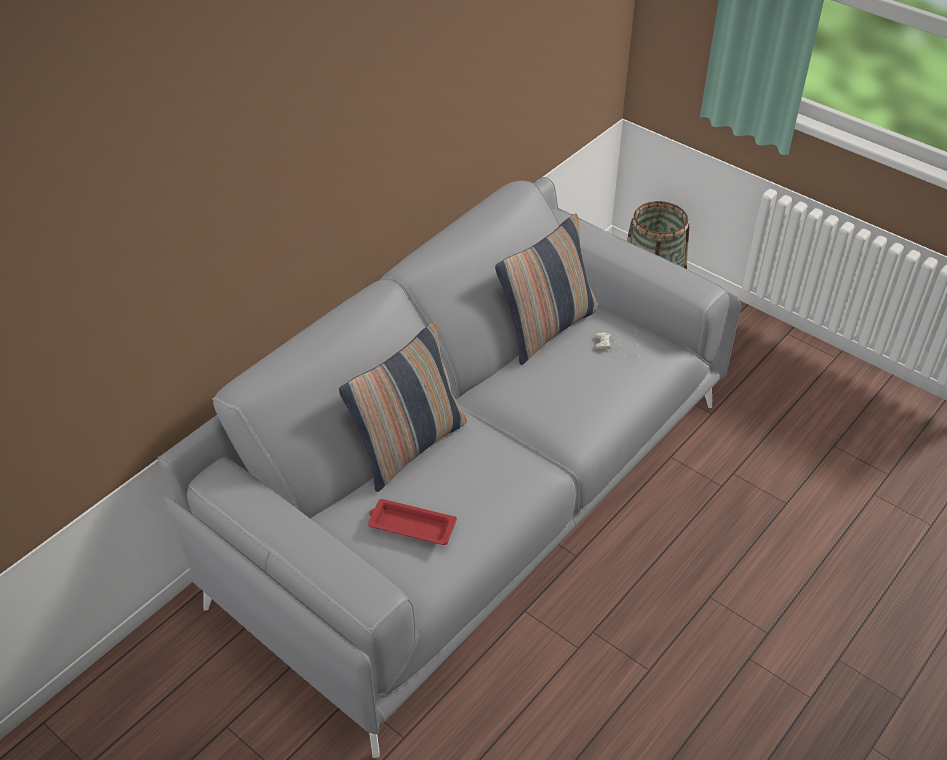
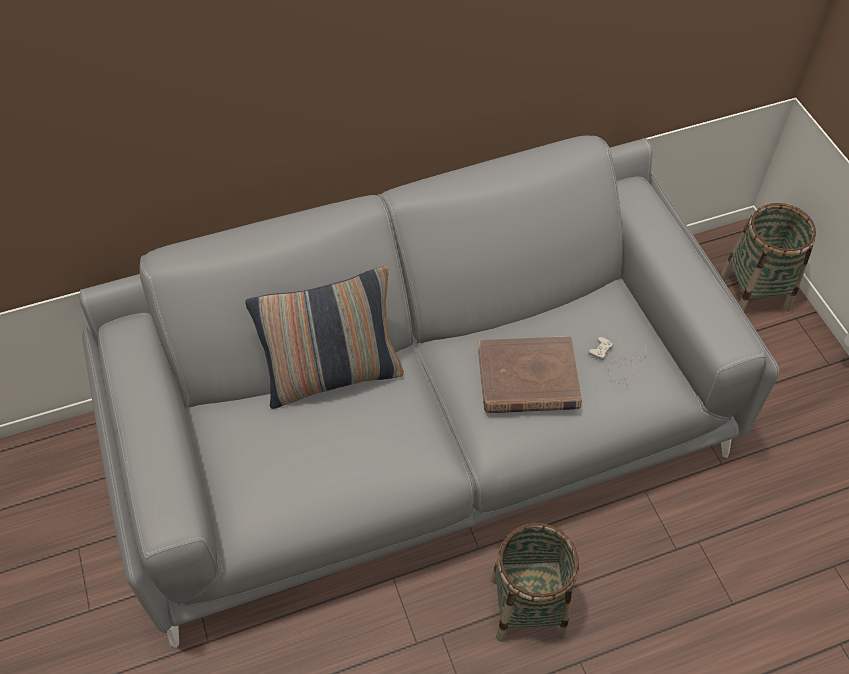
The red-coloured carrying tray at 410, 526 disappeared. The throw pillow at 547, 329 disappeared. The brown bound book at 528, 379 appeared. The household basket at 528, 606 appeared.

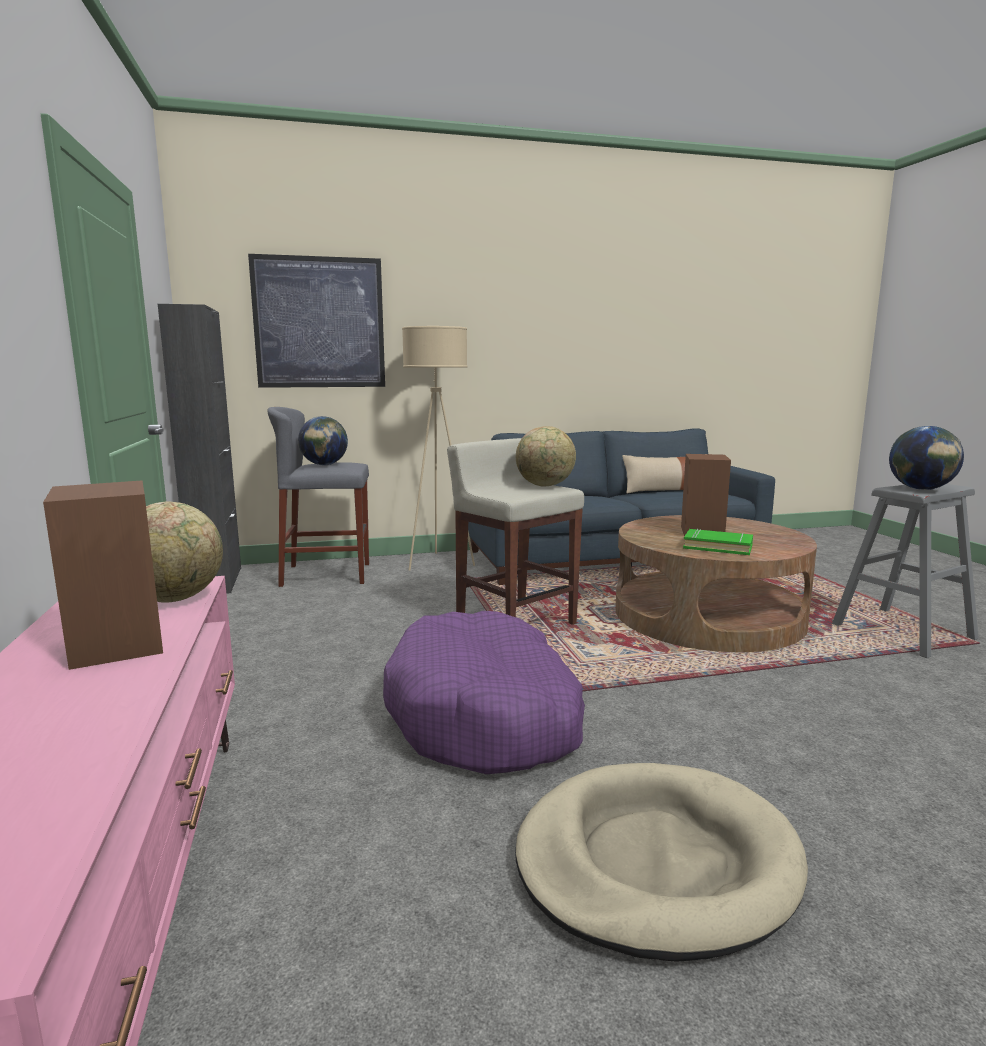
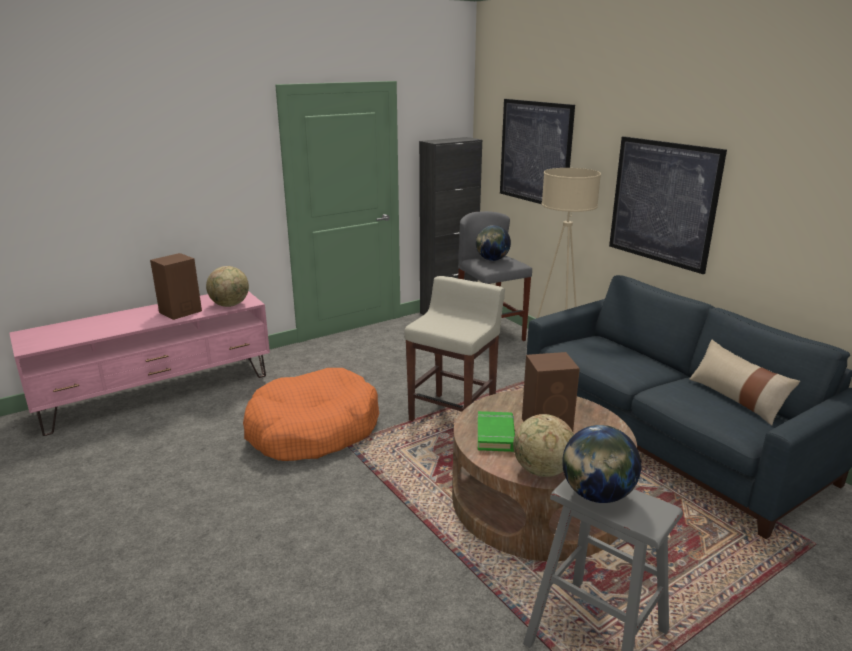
The purplish dog cushion at 485, 716 became the orange-coloured dog cushion at 313, 430. The sand-coloured dog cushion at 655, 862 disappeared. The globe moved from 545, 486 to 542, 471. The picture at 663, 202 appeared.

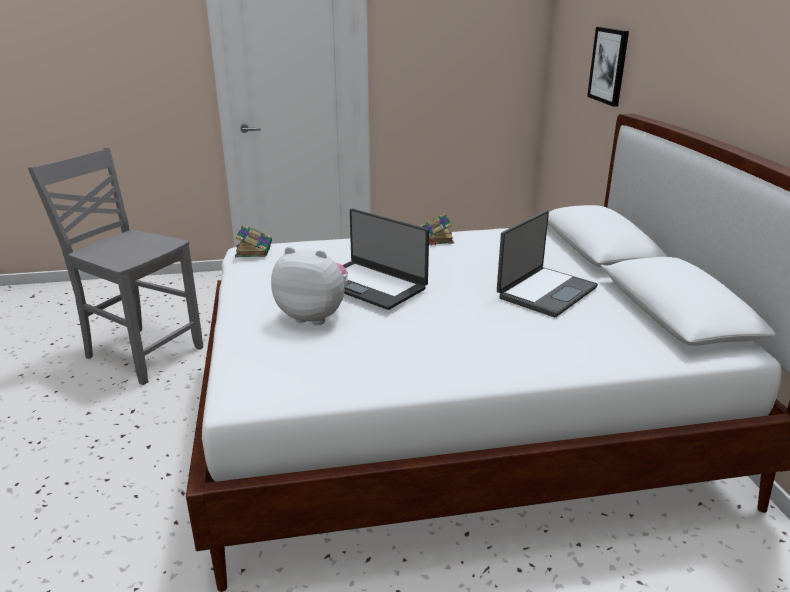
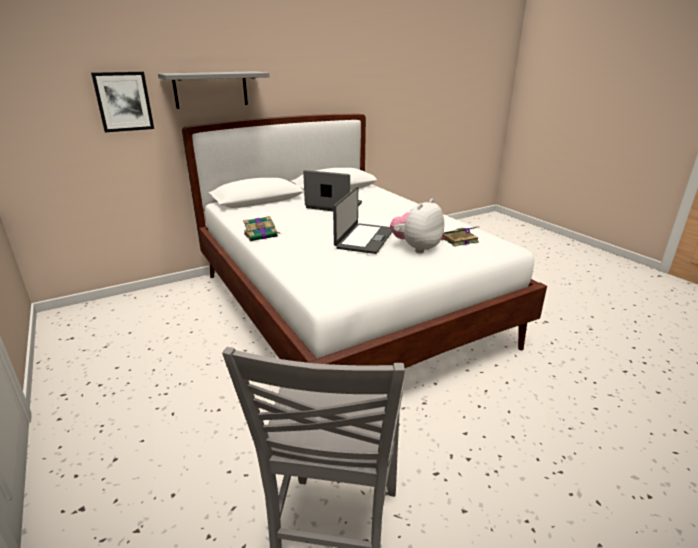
The bound book moved from 254, 249 to 458, 240. The plush toy at 314, 316 turned 45 degrees clockwise. The greyish shelf at 211, 89 appeared.

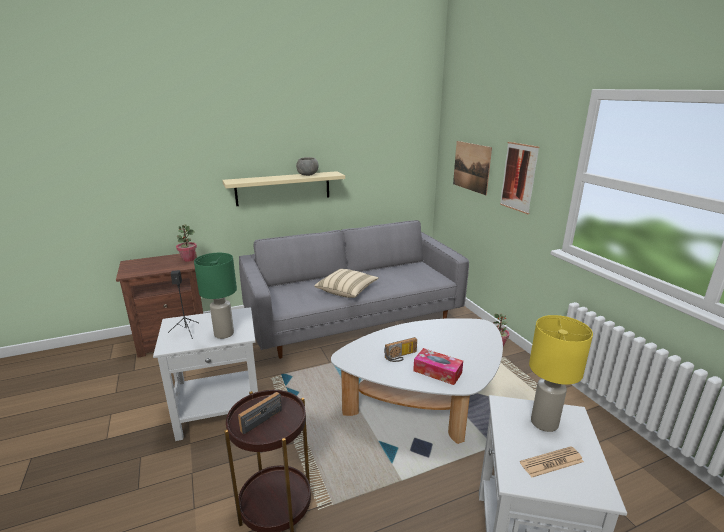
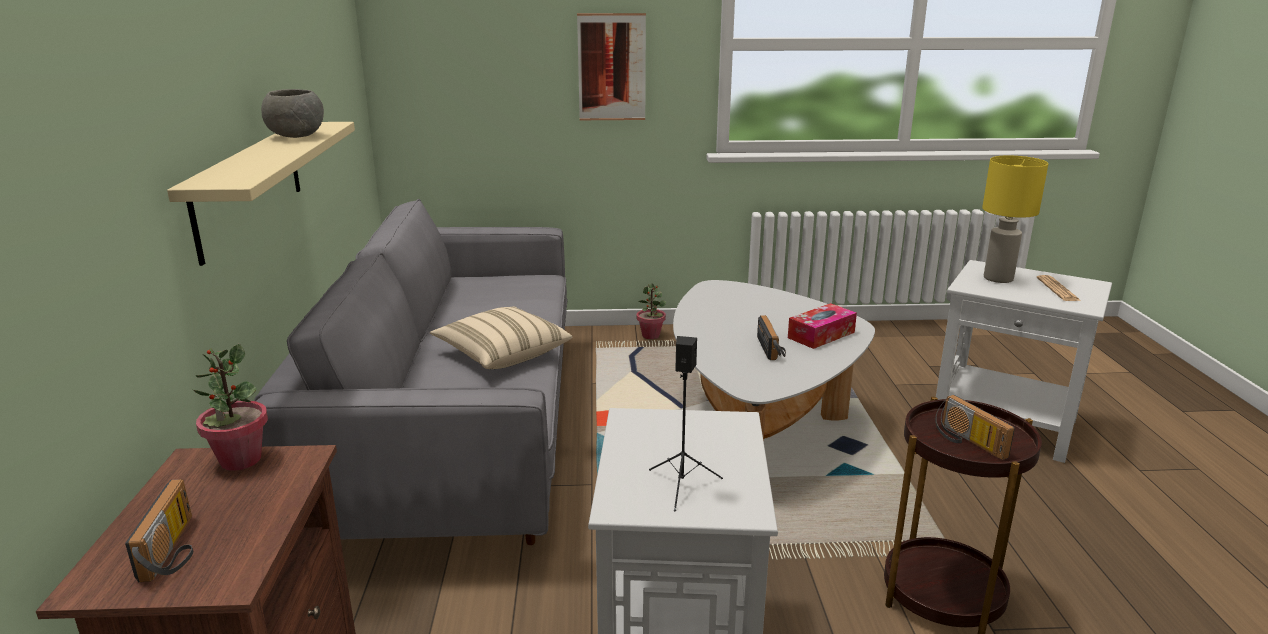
The green tabletop lamp at 224, 333 disappeared. The picture at 471, 167 disappeared. The radio at 175, 549 appeared.

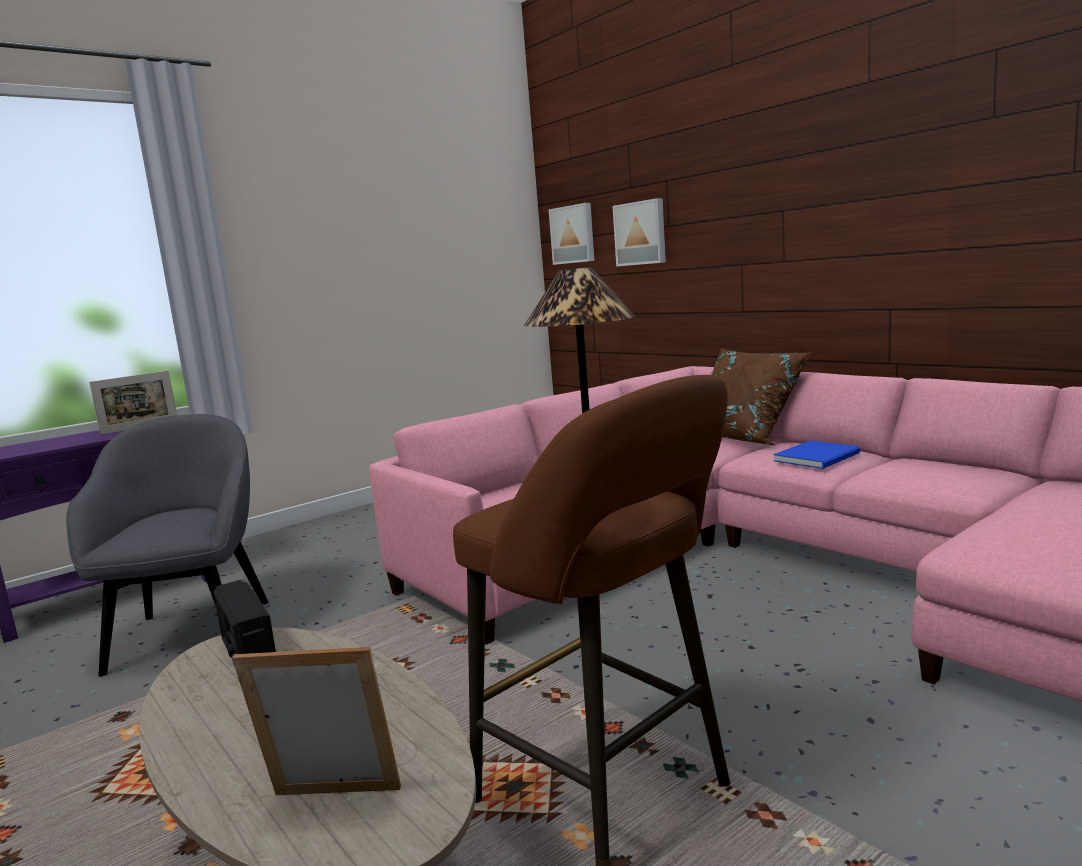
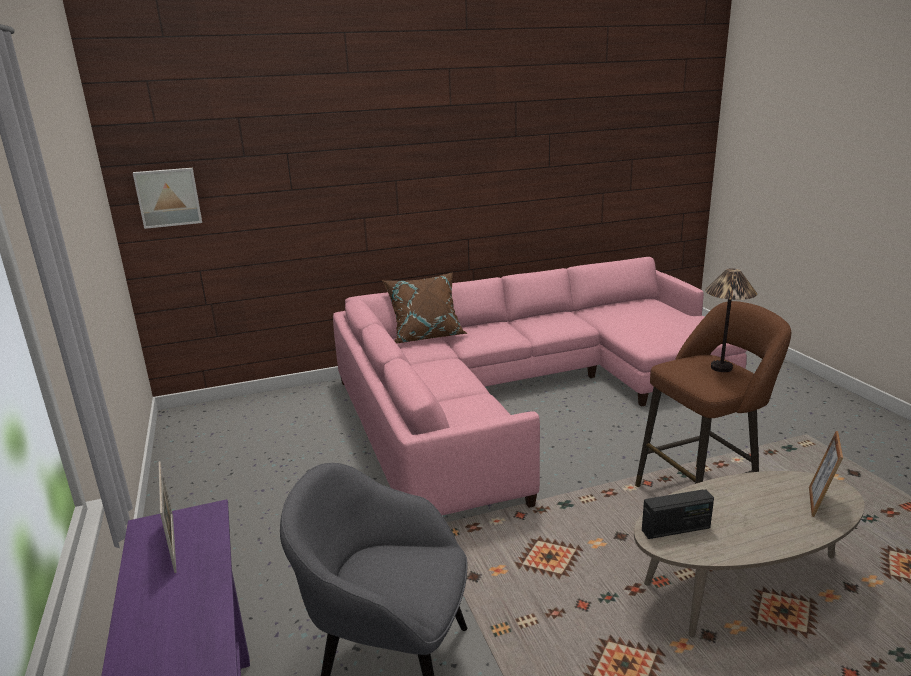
The picture at 641, 233 disappeared. The bluish bound book at 819, 457 disappeared.

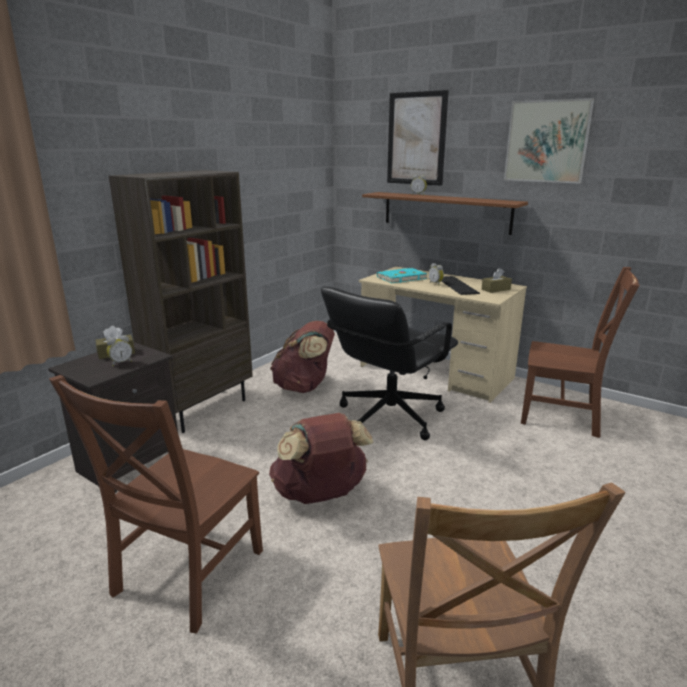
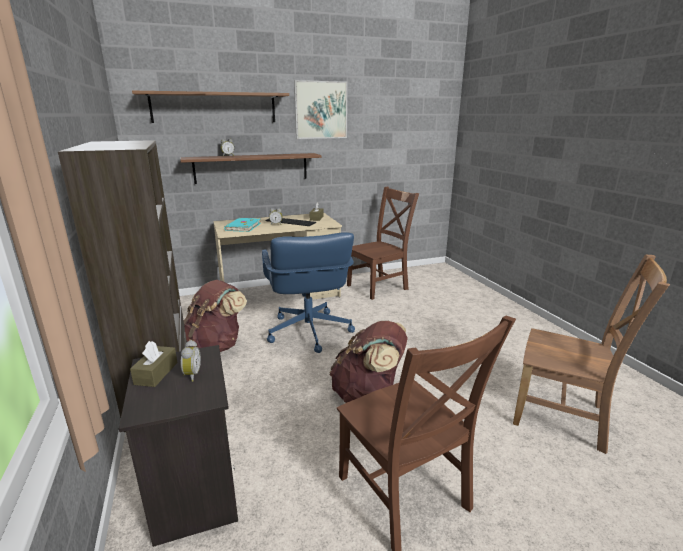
The black-coloured desk chair at 388, 416 became the bluish desk chair at 308, 332. The picture at 416, 139 was replaced by the brown shelf at 214, 107.

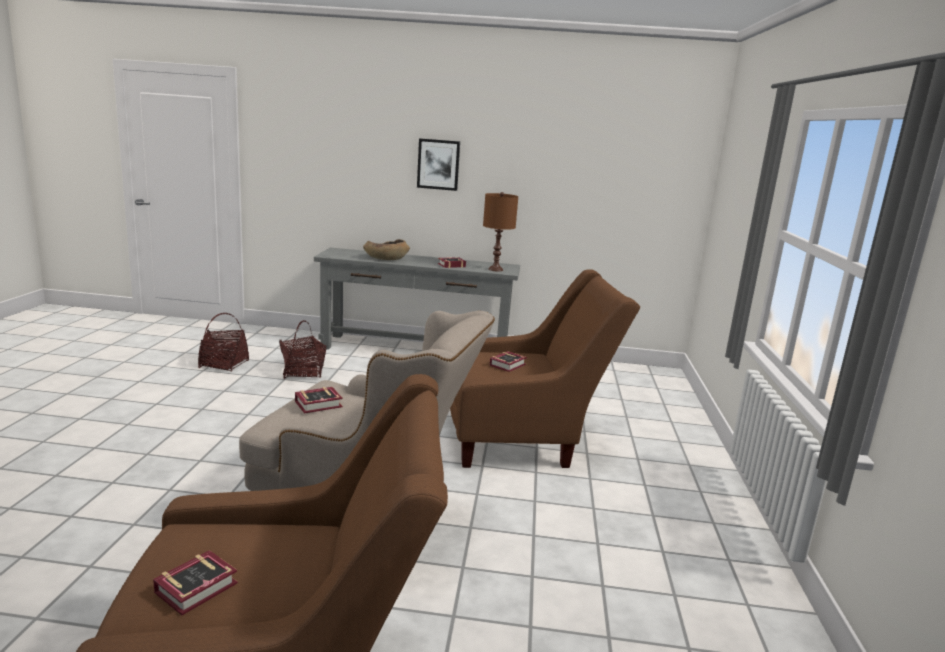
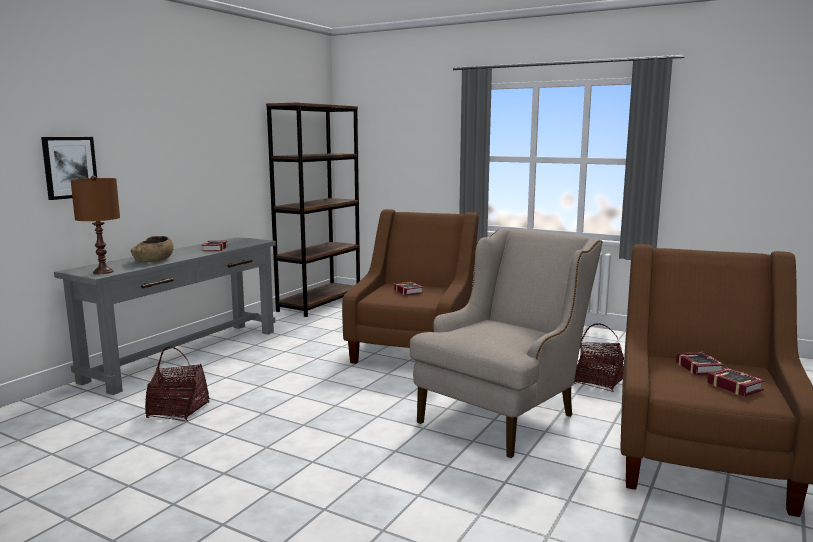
The household basket moved from 224, 364 to 598, 381. The bound book moved from 320, 404 to 699, 367. The picture moved from 438, 164 to 70, 167. The brown tabletop lamp moved from 496, 269 to 103, 272. The brown bookcase at 320, 303 appeared.

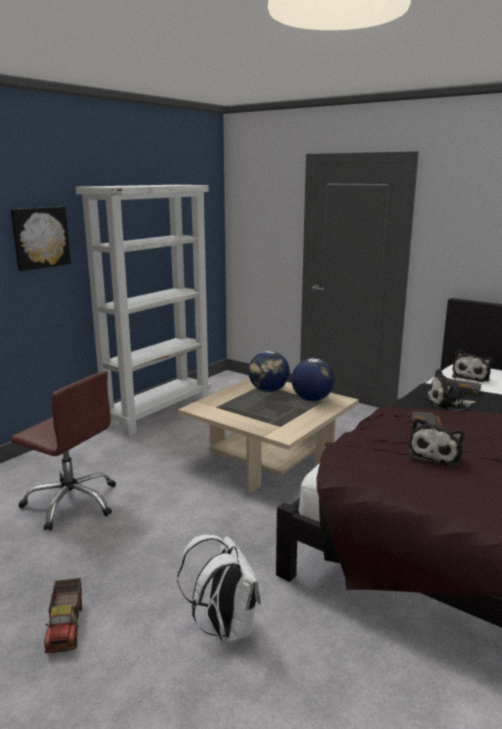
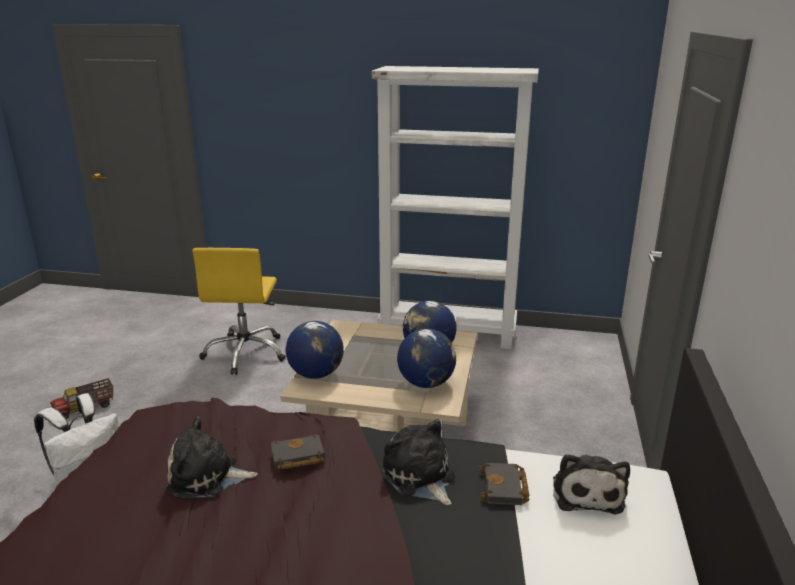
The picture at 40, 237 disappeared. The brown desk chair at 72, 502 became the yellowish desk chair at 246, 353. The plush toy at 471, 376 turned 90 degrees counterclockwise. The globe at 316, 374 appeared.

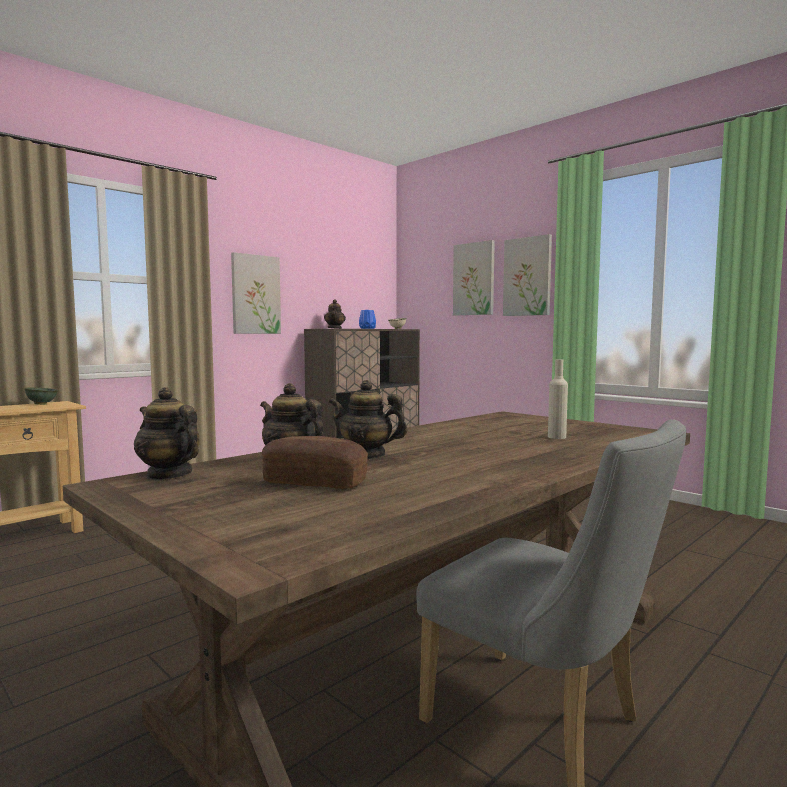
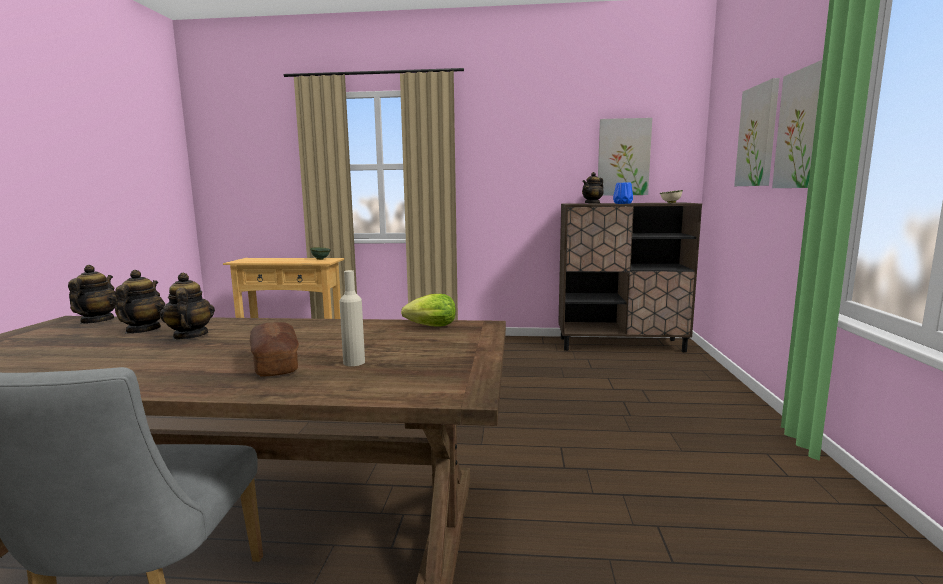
The picture moved from 255, 294 to 623, 157. The bread moved from 315, 482 to 275, 364. The lettuce at 428, 327 appeared.

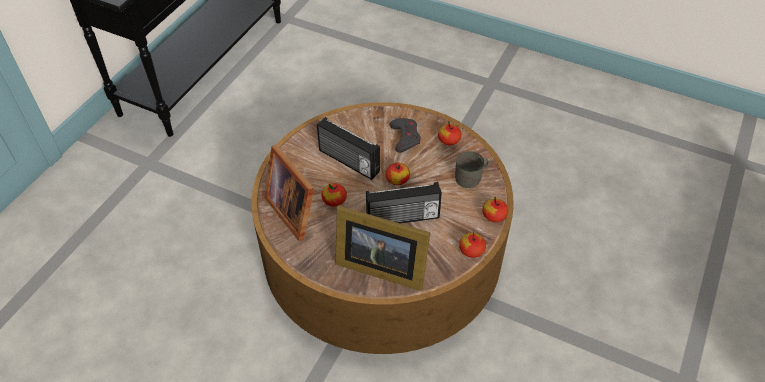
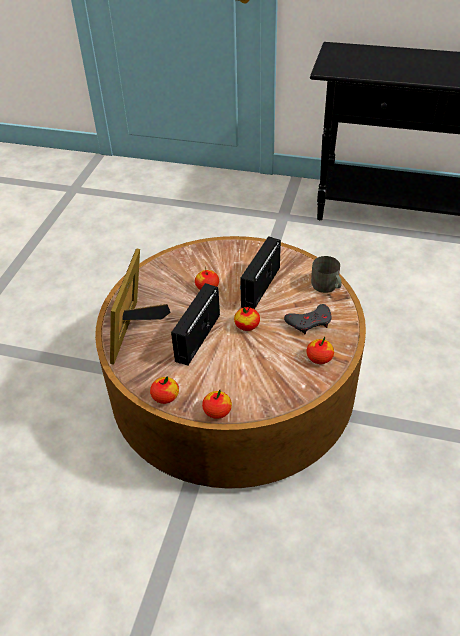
The picture frame at 294, 210 disappeared. The radio at 403, 218 turned 45 degrees clockwise. The greyish tea mug moved from 471, 177 to 326, 286.

